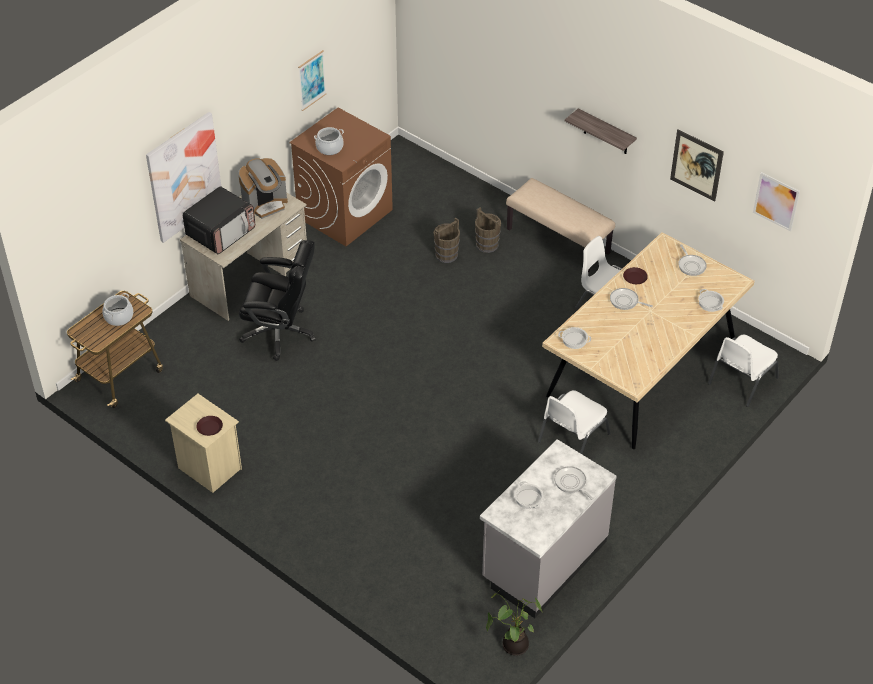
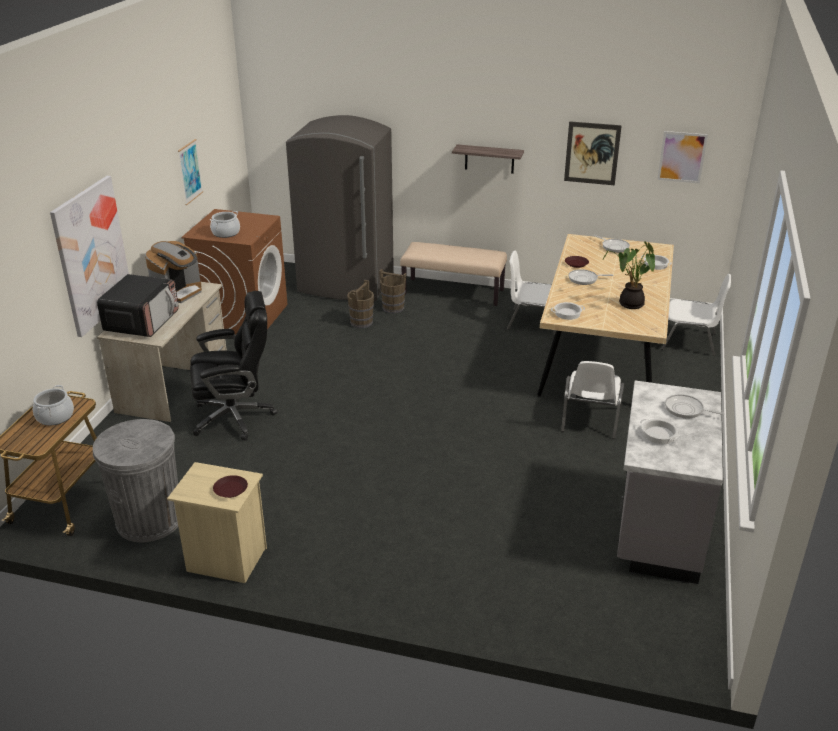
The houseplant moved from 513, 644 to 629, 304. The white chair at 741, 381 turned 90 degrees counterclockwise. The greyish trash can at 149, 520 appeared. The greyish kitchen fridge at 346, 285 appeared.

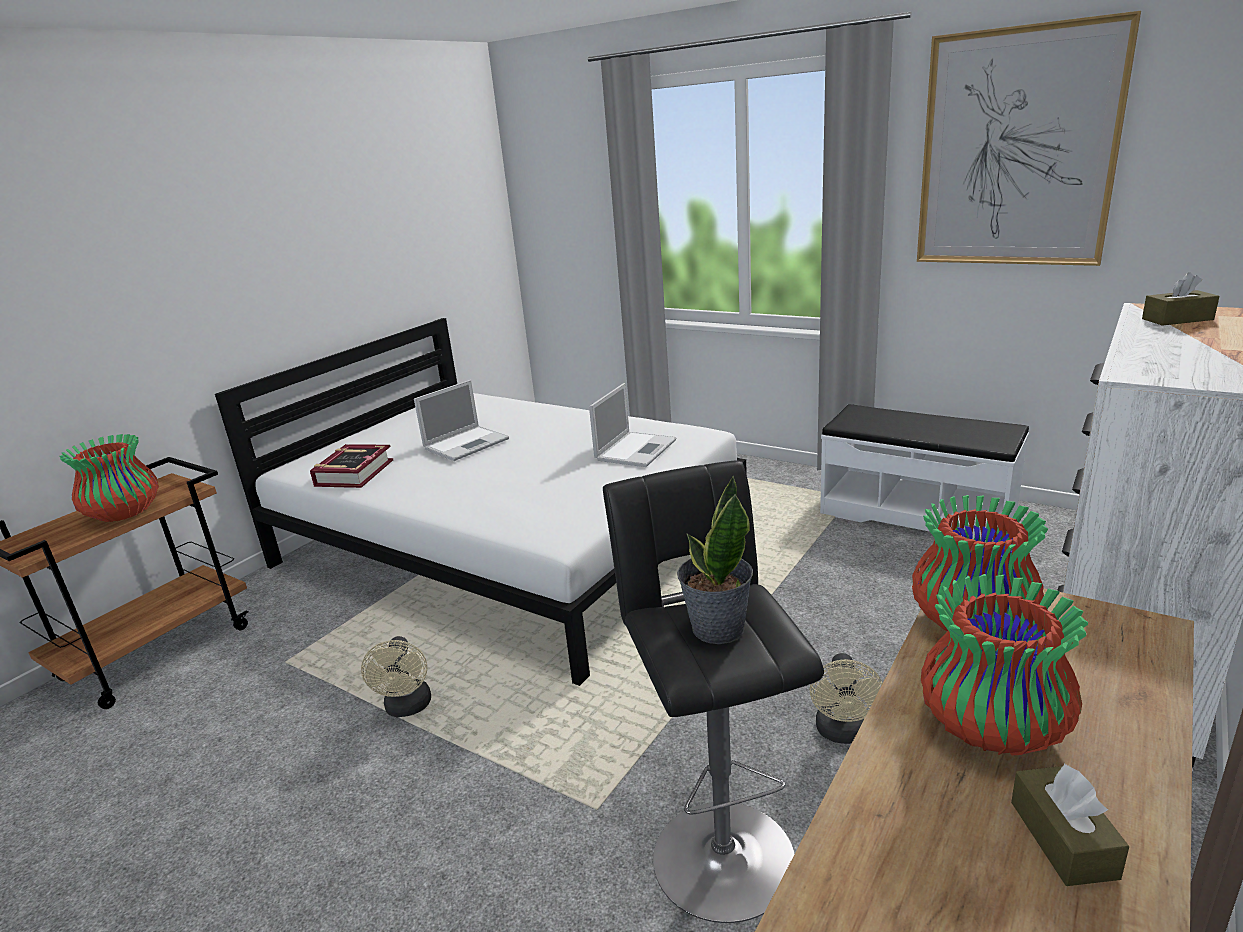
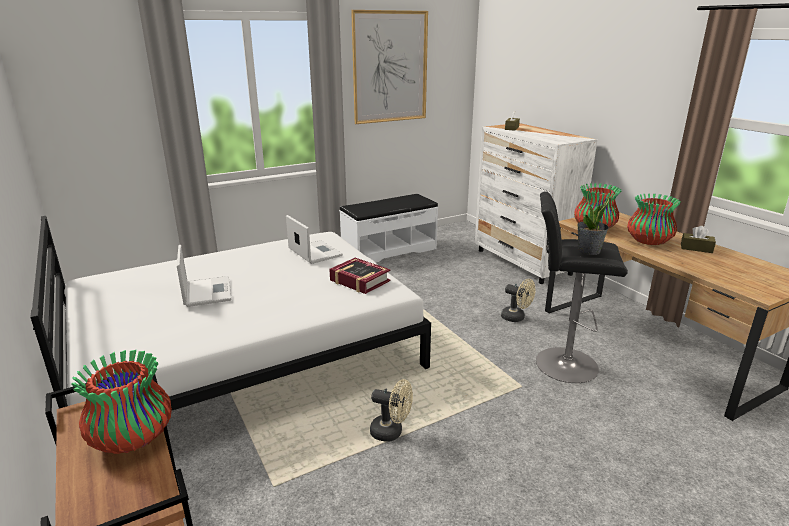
The bound book moved from 354, 473 to 359, 281.

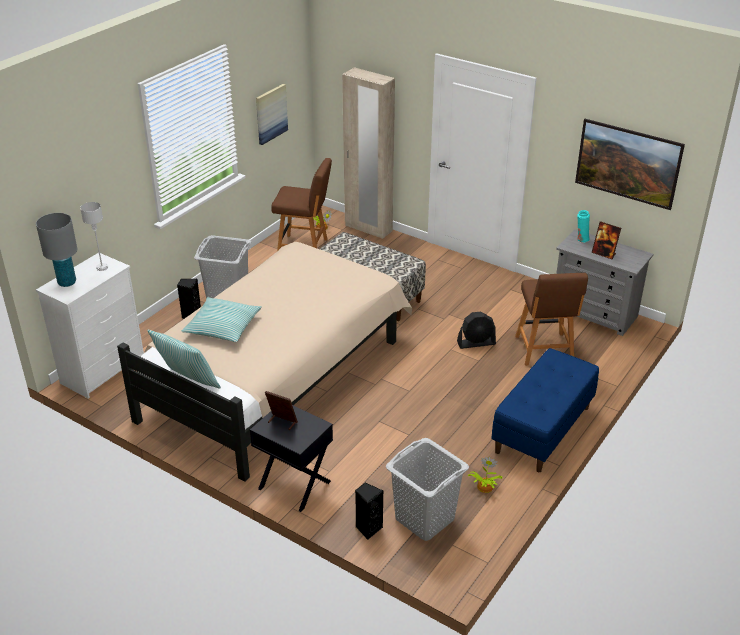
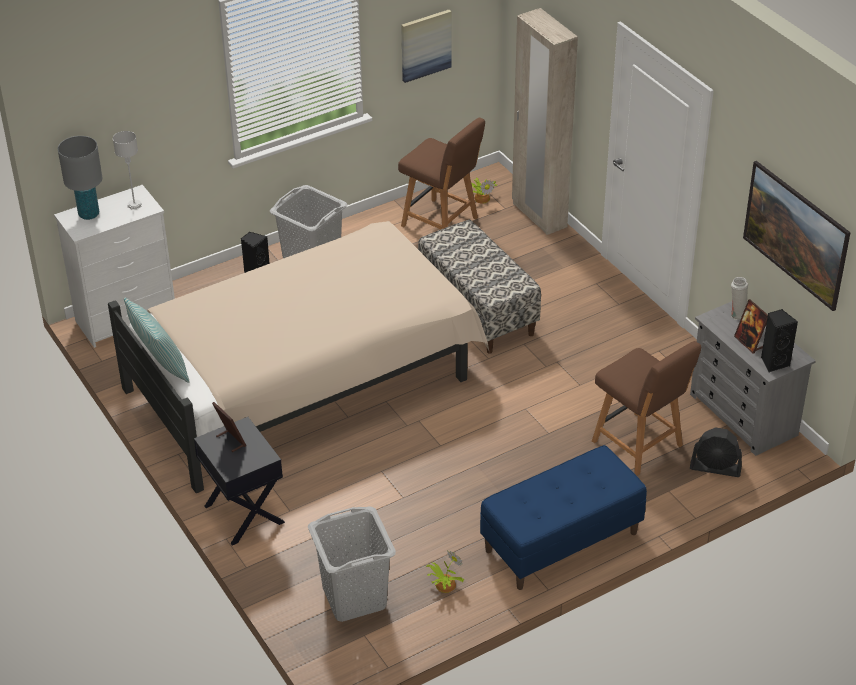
The throw pillow at 222, 327 disappeared. The black-coloured speaker moved from 368, 528 to 774, 362. The black-coloured fan moved from 476, 343 to 715, 468. The brown chair at 544, 351 turned 60 degrees counterclockwise. The blue-green vase at 581, 239 became the white vase at 737, 314.

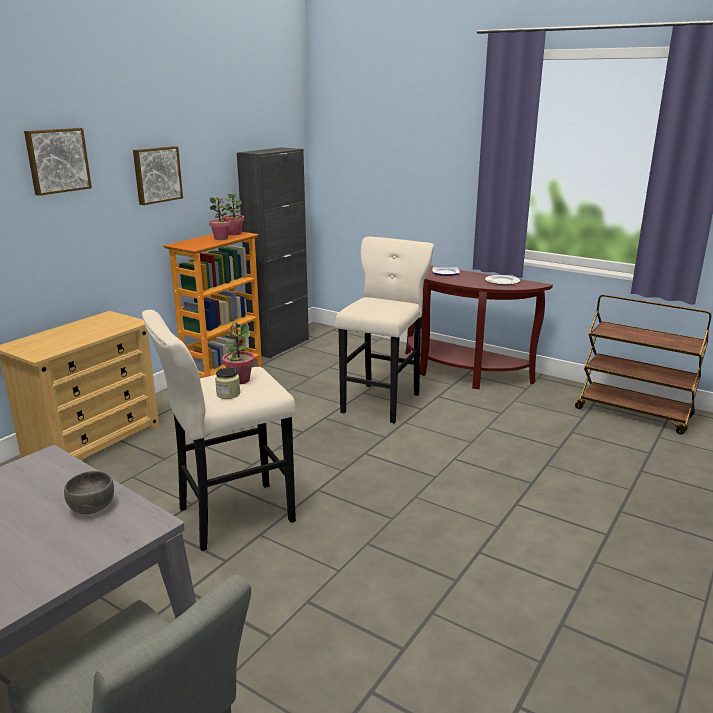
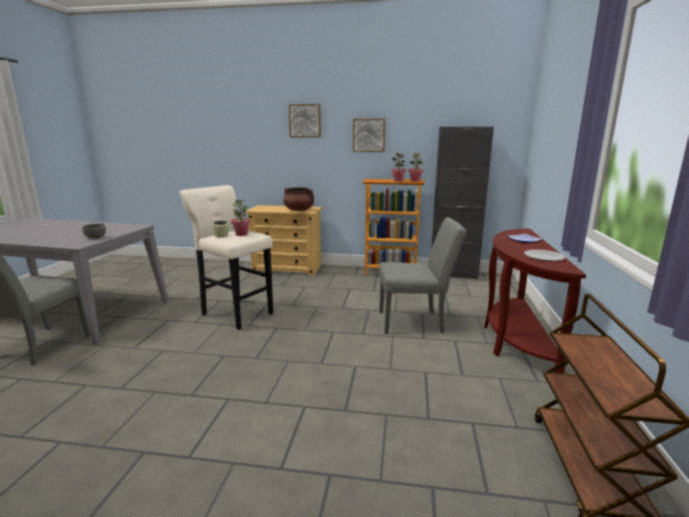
The sand-coloured stool at 382, 401 was replaced by the greyish chair at 416, 322. The brown cooking pot at 299, 210 appeared.

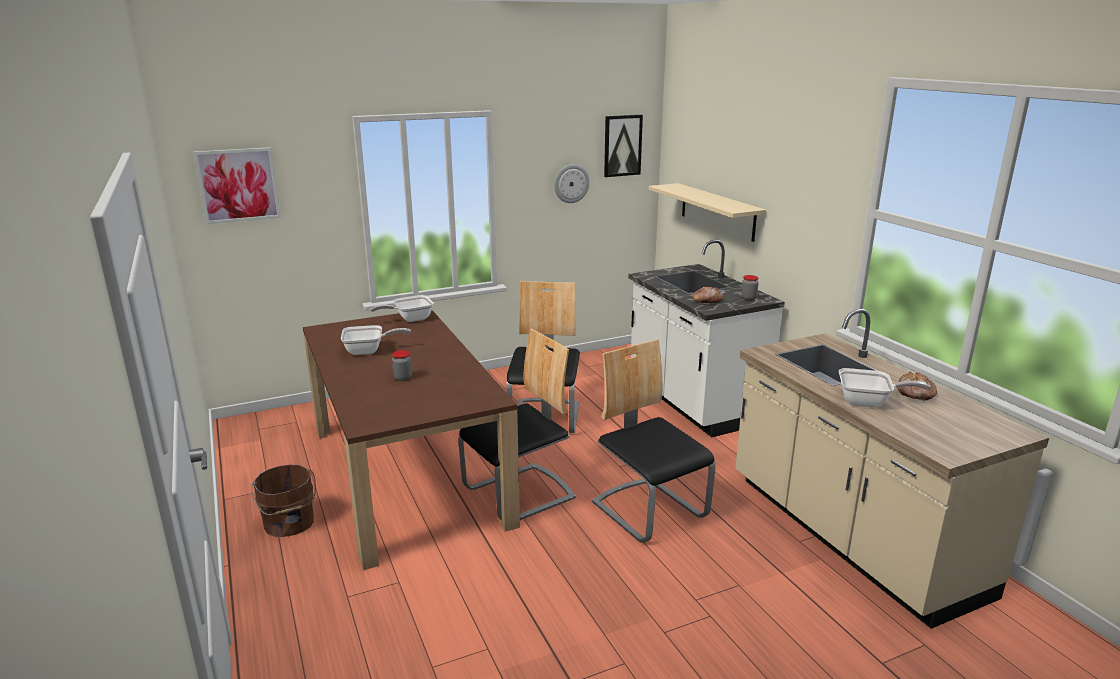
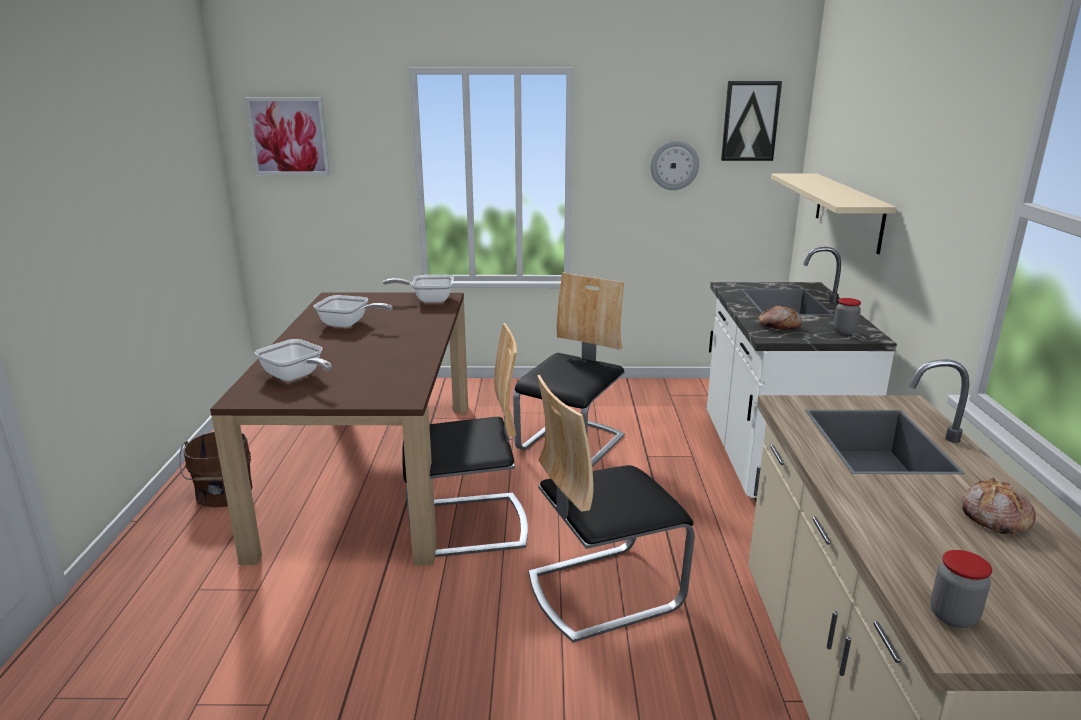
The storage jar moved from 402, 378 to 953, 616. The chair at 649, 510 turned 105 degrees counterclockwise. The pan moved from 869, 402 to 295, 377.

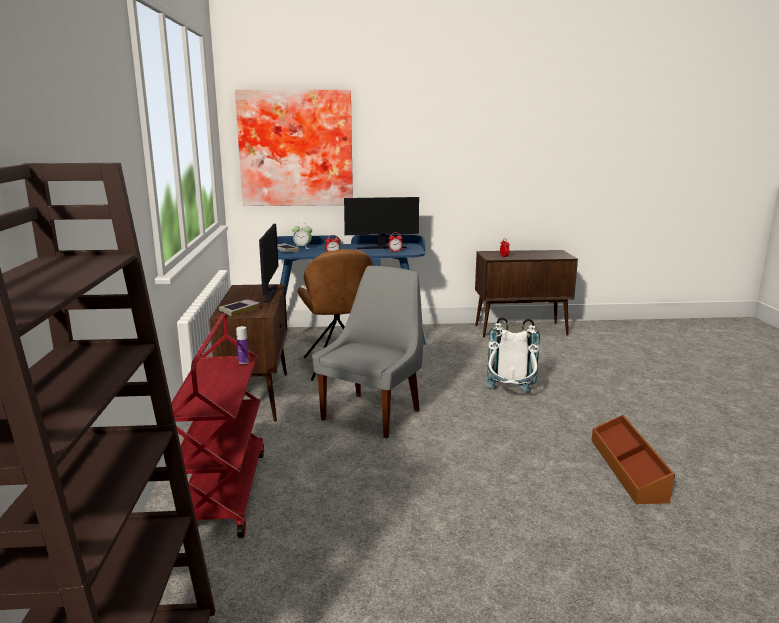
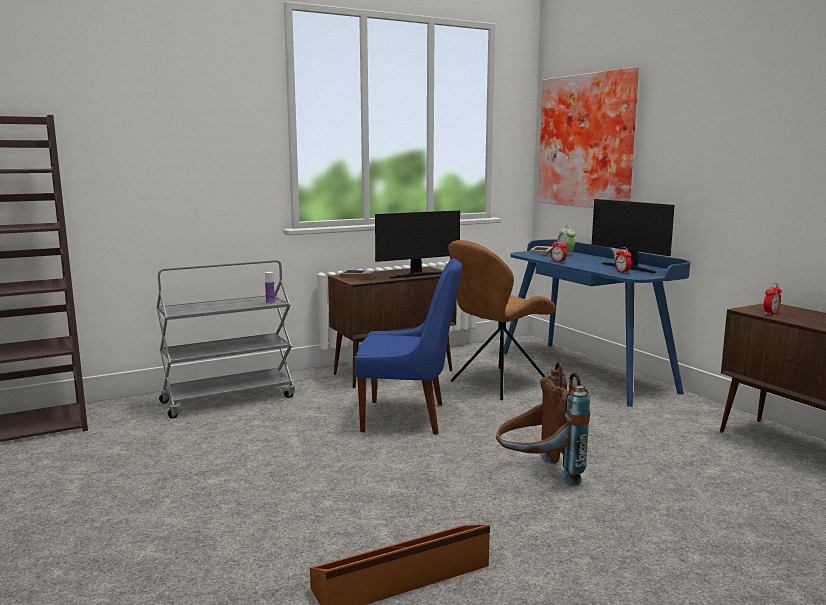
The red-coloured wheeled cart at 223, 492 became the greyish wheeled cart at 229, 399. The greyish chair at 373, 414 became the bluish chair at 408, 417. The white backpack at 510, 396 became the brown backpack at 538, 475.

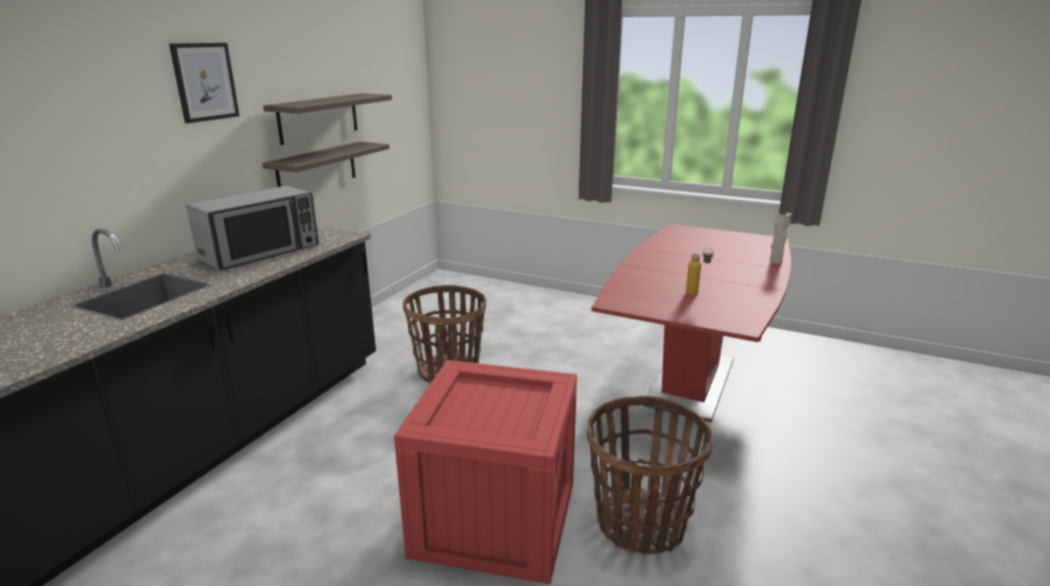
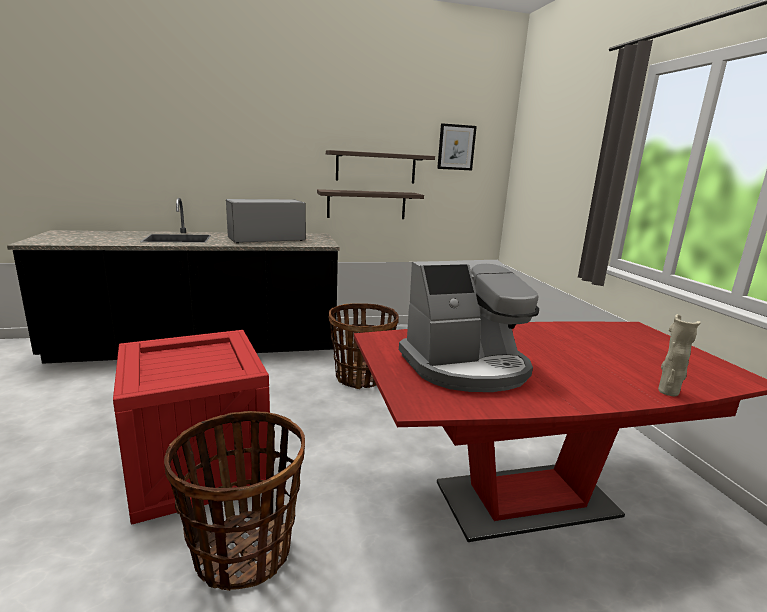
The picture moved from 205, 82 to 456, 147. The microwave at 261, 253 turned 150 degrees clockwise. The drink bottle at 697, 293 was replaced by the coffee maker at 466, 367.

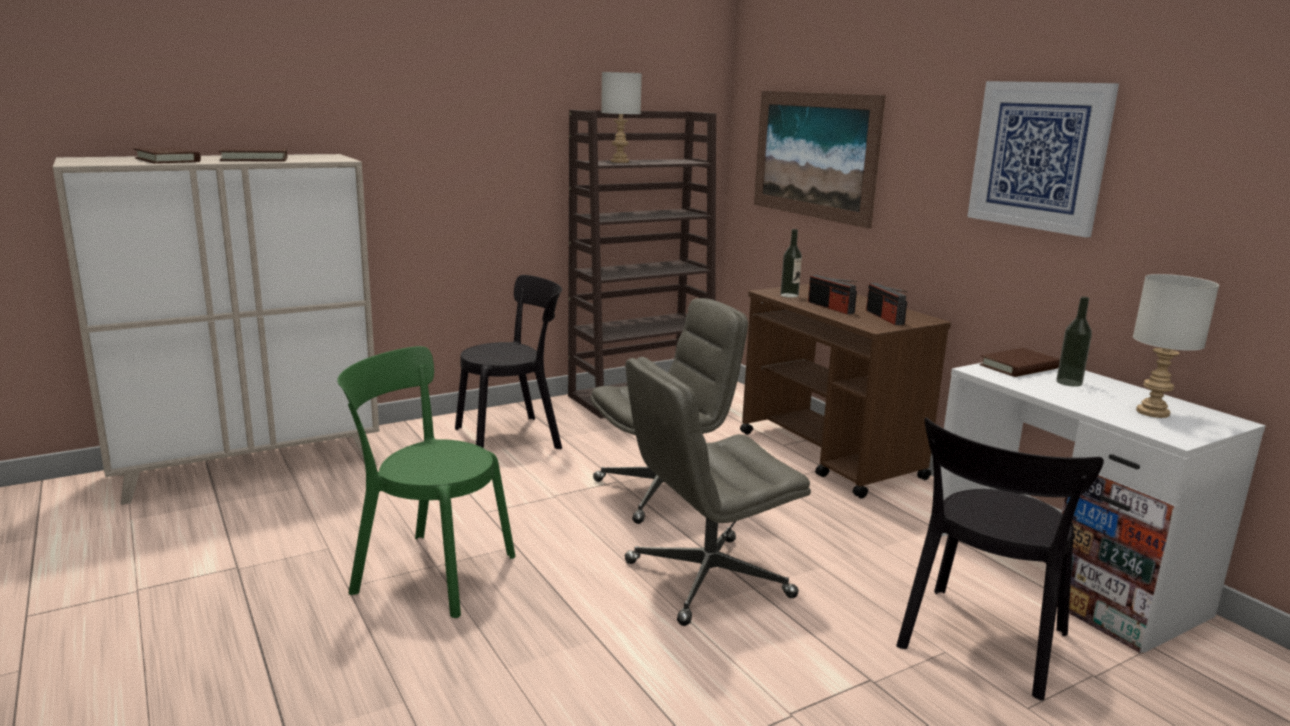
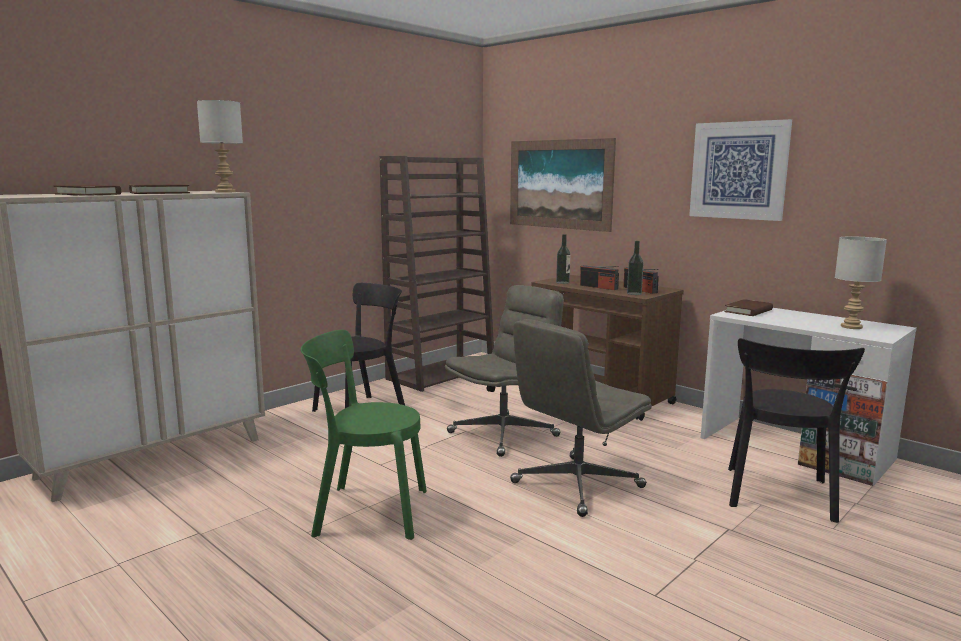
The greyish tabletop lamp moved from 620, 162 to 226, 192. The drink bottle moved from 1069, 382 to 634, 293.

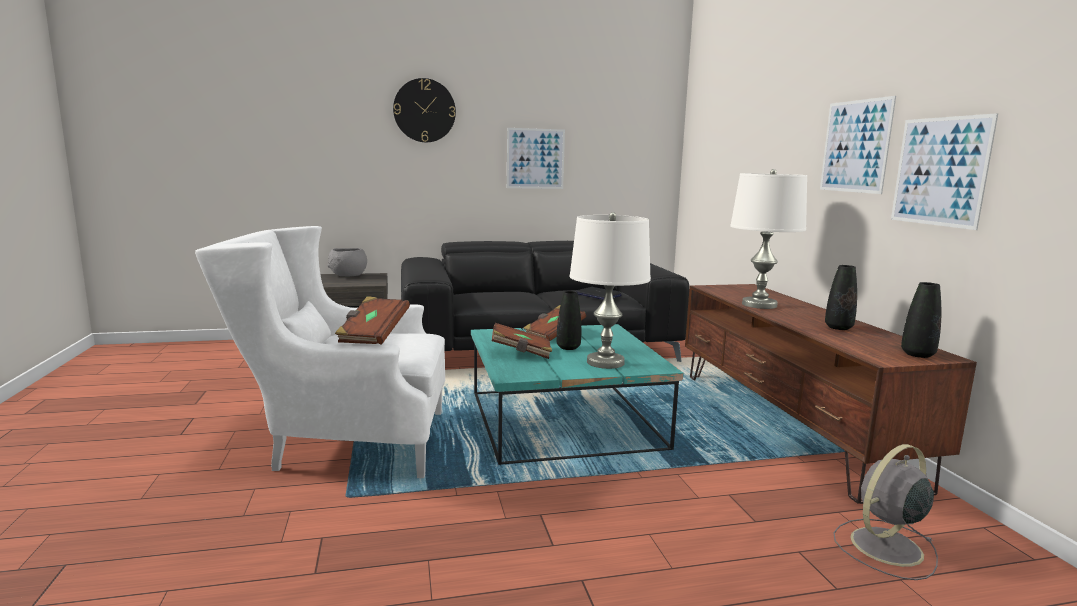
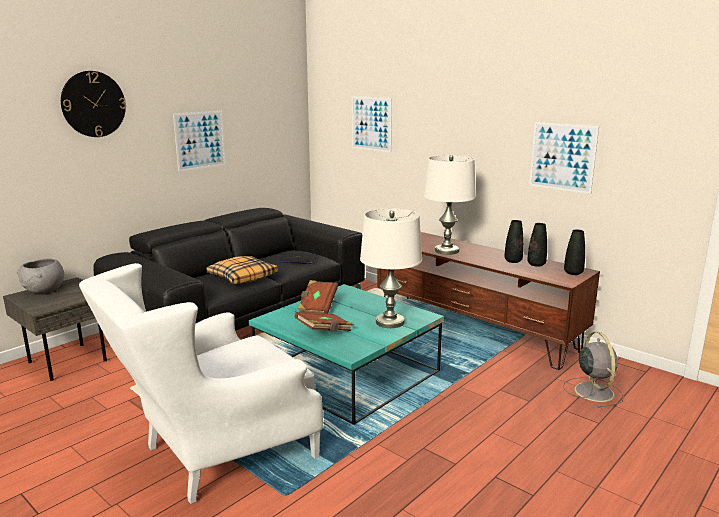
The brown bound book at 373, 335 disappeared. The black-coloured vase moved from 568, 347 to 536, 264. The picture moved from 855, 146 to 371, 123. The greyish fan at 884, 547 turned 150 degrees clockwise. The throw pillow at 242, 277 appeared.

